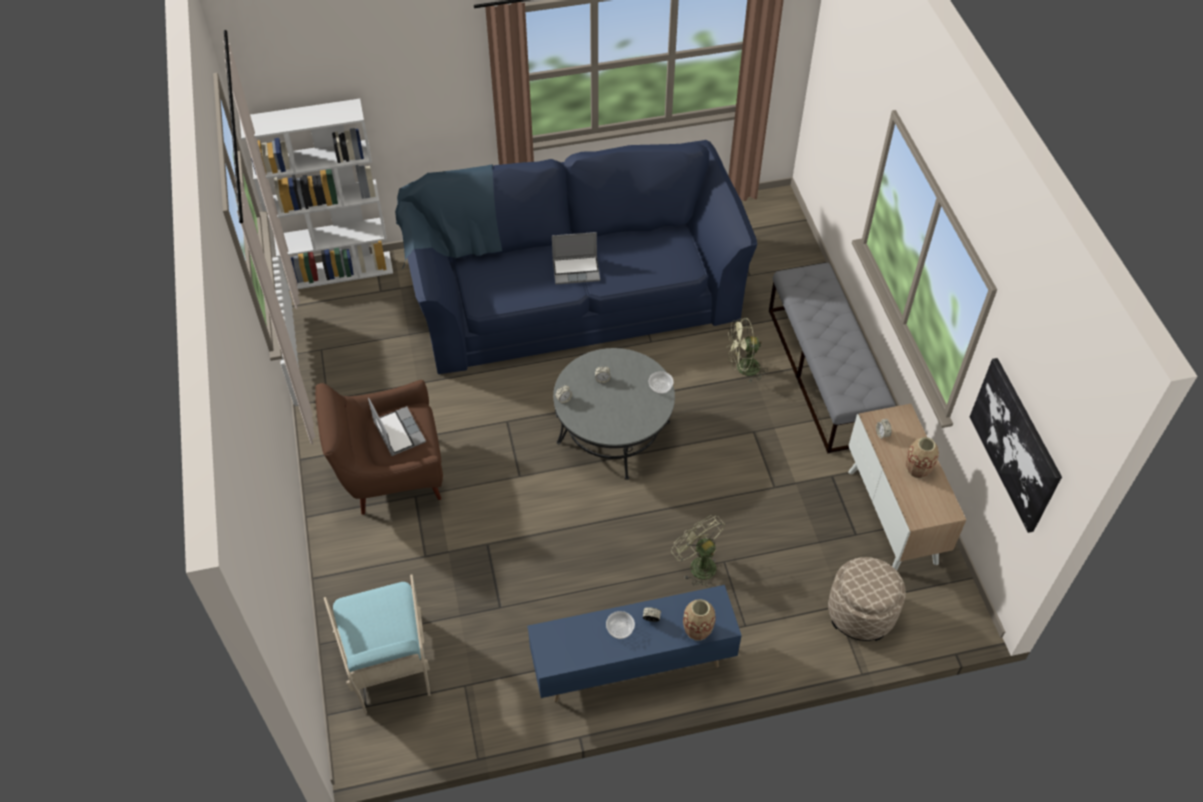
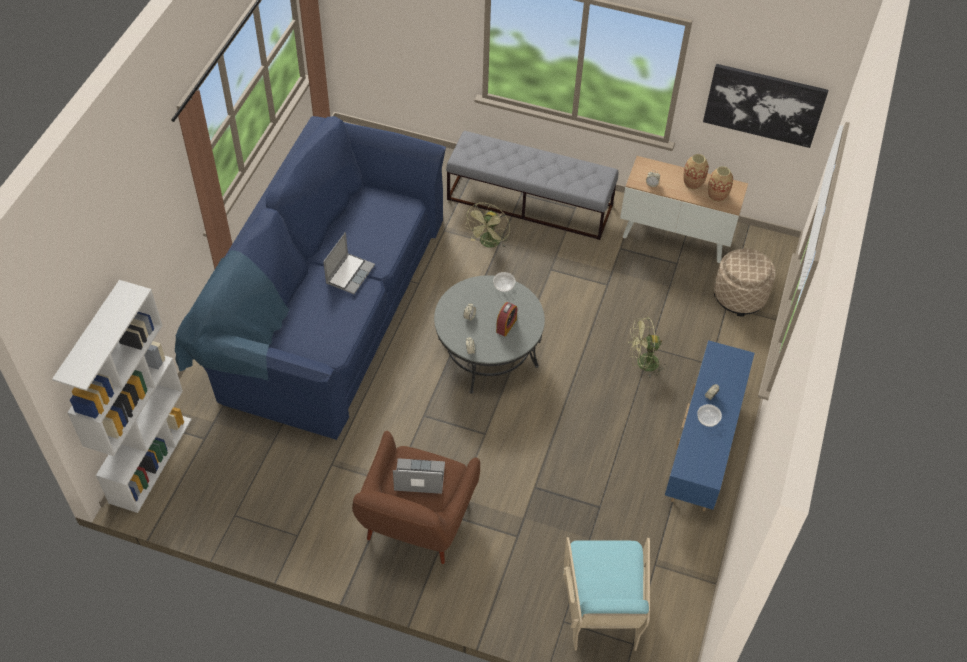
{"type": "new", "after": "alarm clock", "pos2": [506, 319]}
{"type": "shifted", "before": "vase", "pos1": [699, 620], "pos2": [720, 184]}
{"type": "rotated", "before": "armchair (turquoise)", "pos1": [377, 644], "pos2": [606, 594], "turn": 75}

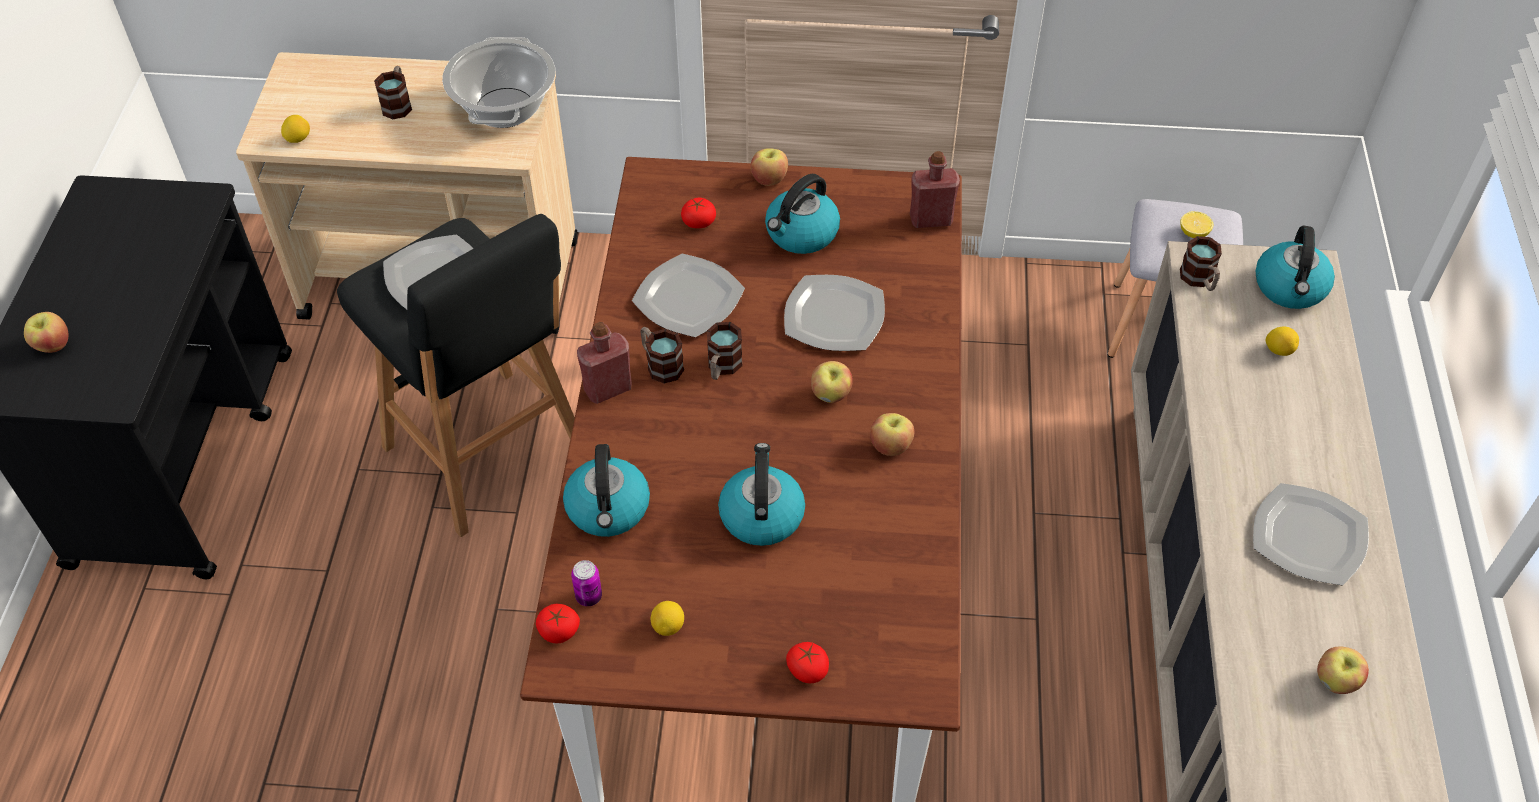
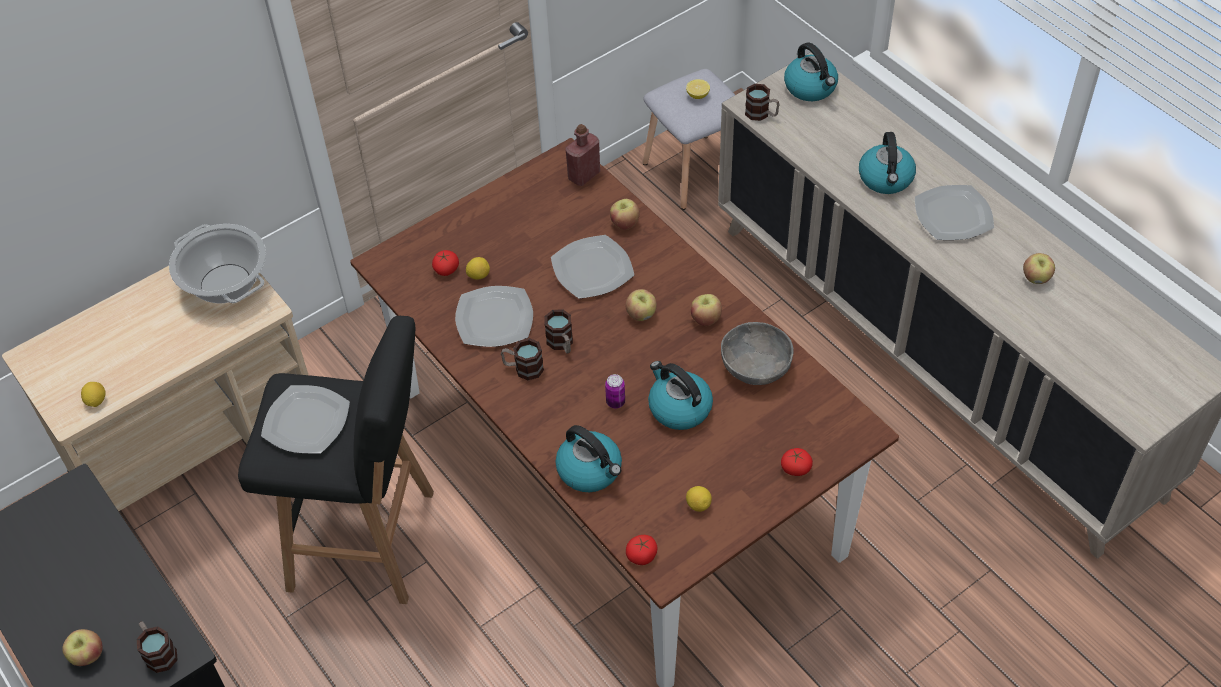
{"type": "gone", "before": "bottle (red)", "pos1": [604, 363]}
{"type": "new", "after": "bowl (grey)", "pos2": [757, 353]}
{"type": "shifted", "before": "mug", "pos1": [393, 92], "pos2": [157, 647]}
{"type": "shifted", "before": "can", "pos1": [586, 583], "pos2": [615, 391]}
{"type": "shifted", "before": "apple", "pos1": [769, 167], "pos2": [625, 214]}
{"type": "shifted", "before": "kettle", "pos1": [802, 214], "pos2": [887, 163]}
{"type": "shifted", "before": "lemon", "pos1": [1282, 341], "pos2": [478, 268]}

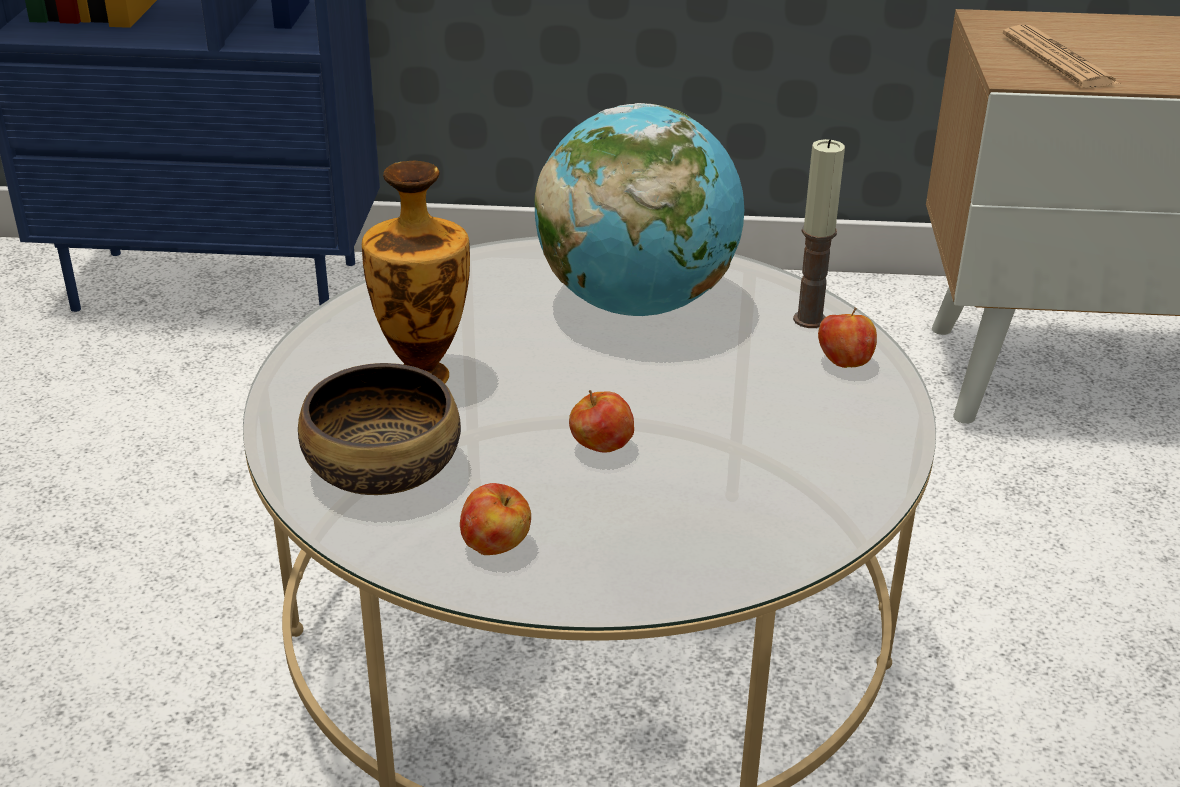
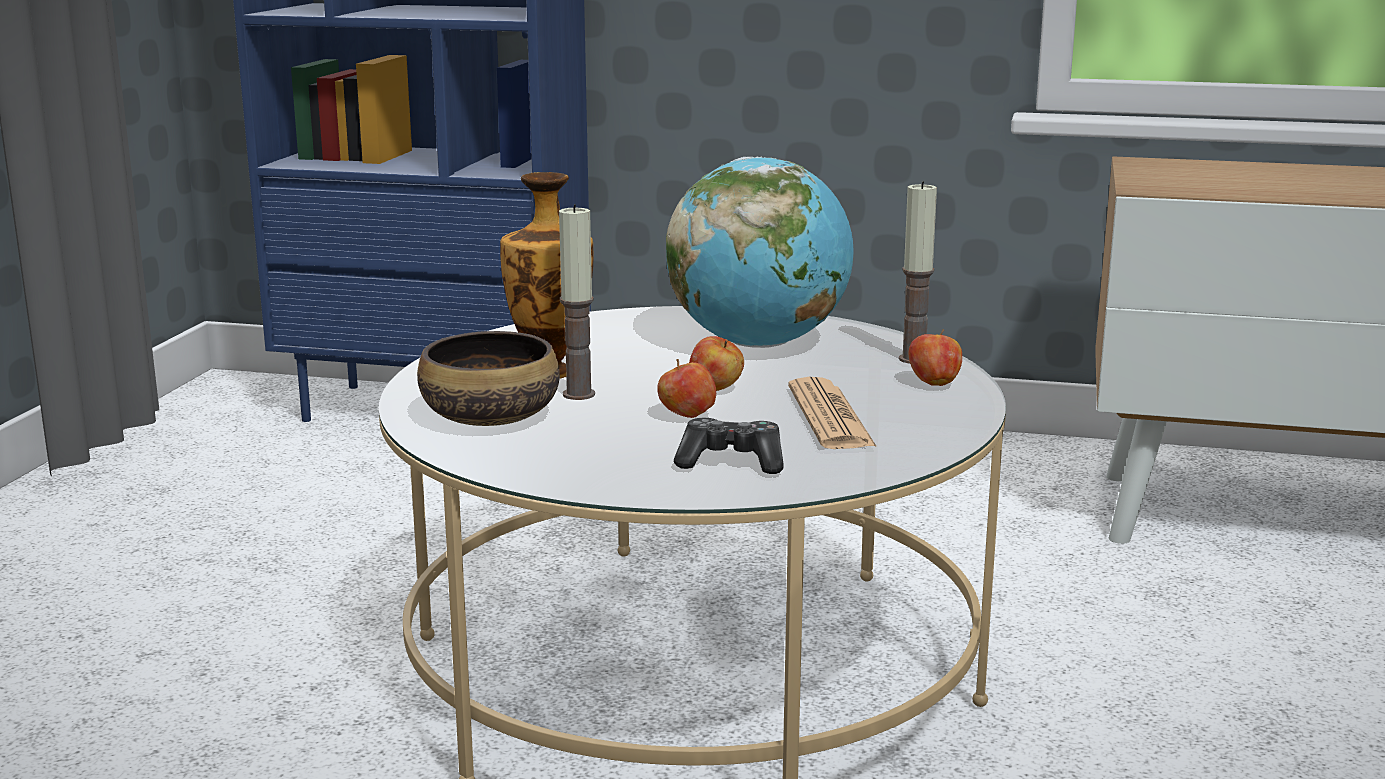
{"type": "new", "after": "candle", "pos2": [577, 302]}
{"type": "new", "after": "game controller", "pos2": [729, 446]}
{"type": "shifted", "before": "apple", "pos1": [495, 519], "pos2": [716, 363]}
{"type": "shifted", "before": "newspaper", "pos1": [1061, 56], "pos2": [832, 413]}

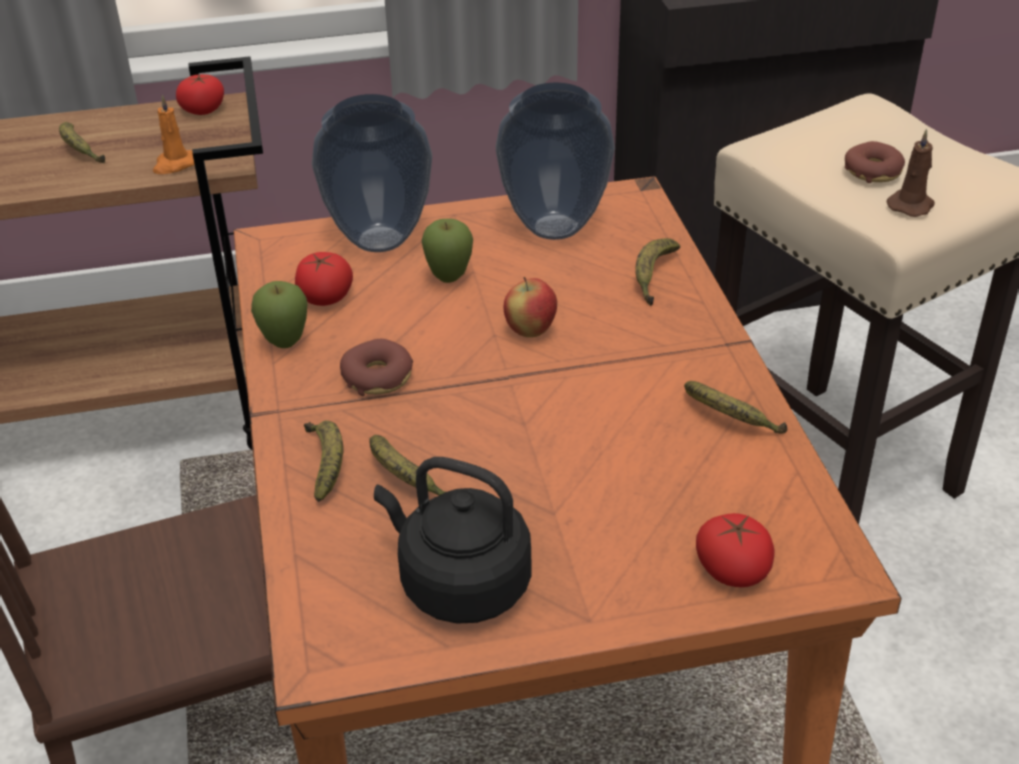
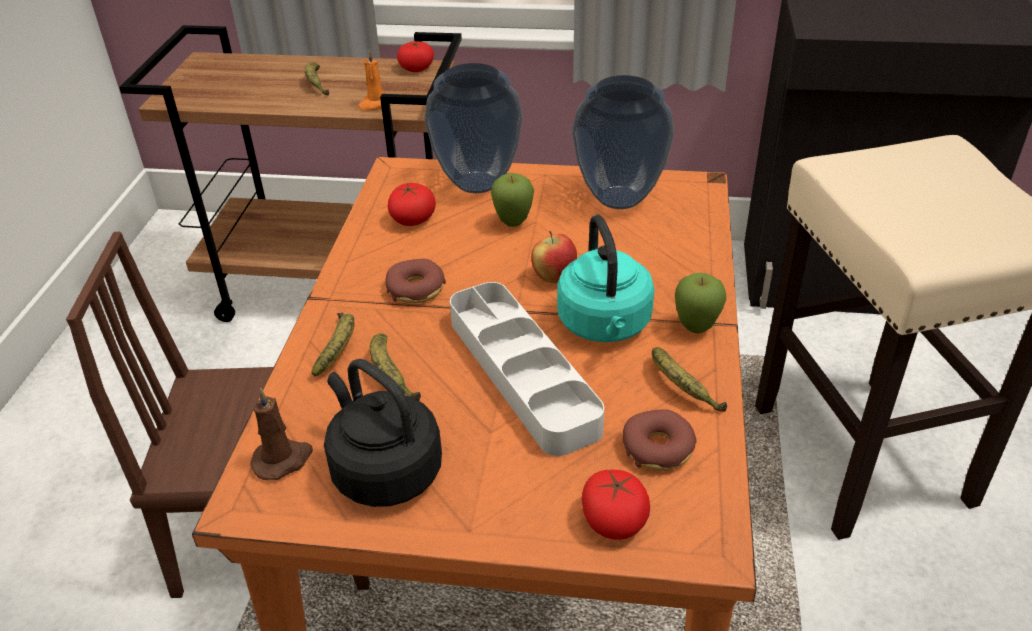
{"type": "gone", "before": "banana", "pos1": [657, 272]}
{"type": "new", "after": "tray (grey)", "pos2": [527, 369]}
{"type": "new", "after": "kettle (turquoise)", "pos2": [605, 278]}
{"type": "shifted", "before": "apple", "pos1": [279, 314], "pos2": [700, 302]}
{"type": "shifted", "before": "donut", "pos1": [875, 162], "pos2": [659, 439]}
{"type": "shifted", "before": "candle (brown)", "pos1": [911, 173], "pos2": [281, 434]}

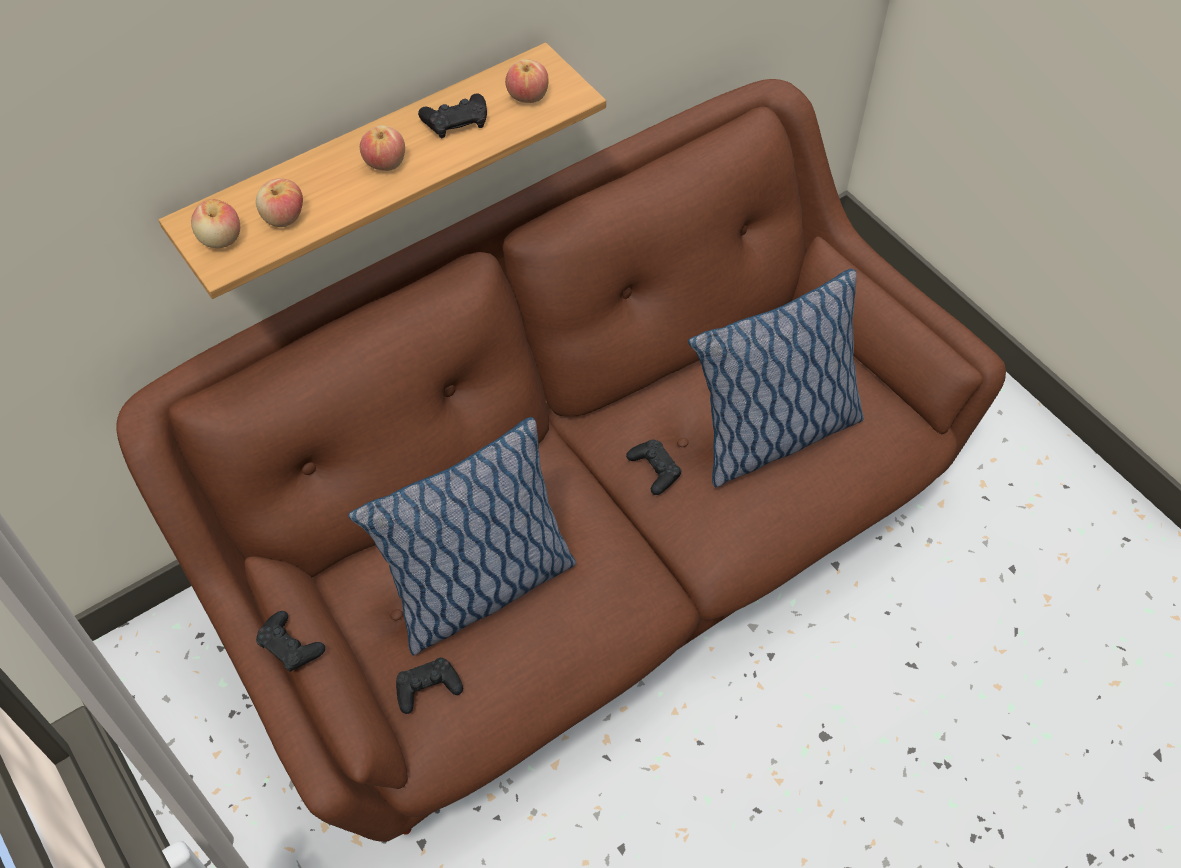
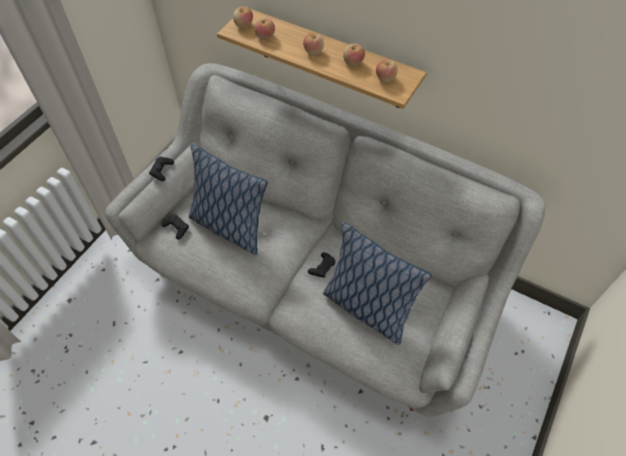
{"type": "swapped", "before": "game controller (black)", "after": "apple", "pos1": [452, 116], "pos2": [354, 55]}
{"type": "repainted", "before": "sofa (brown)", "after": "sofa (grey)", "pos1": [561, 460], "pos2": [325, 240]}

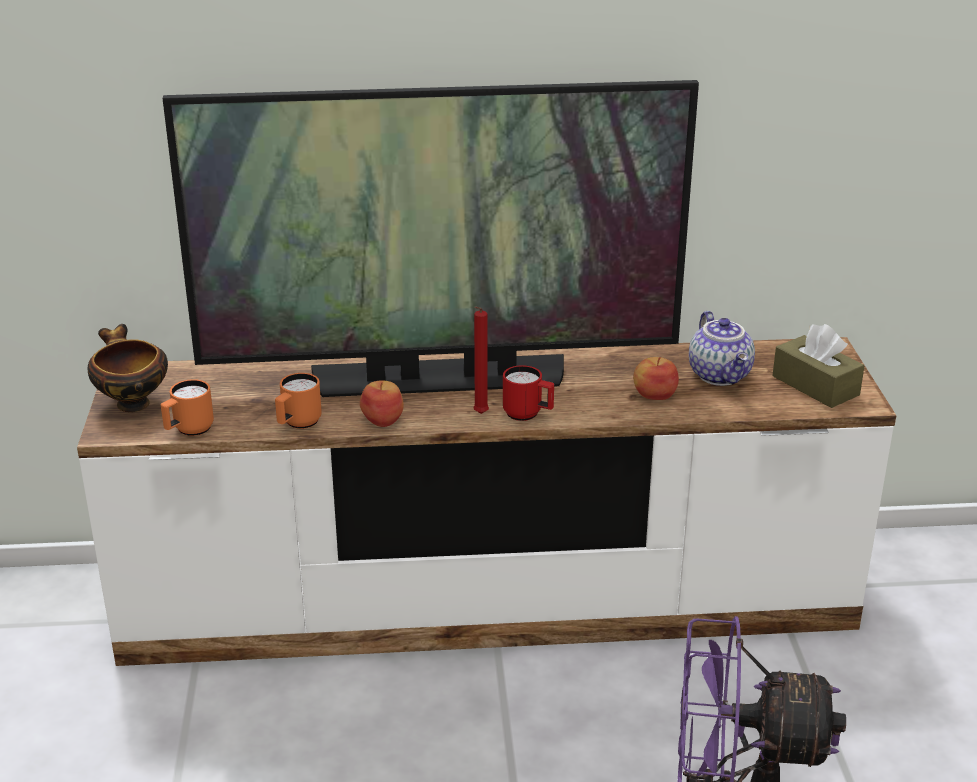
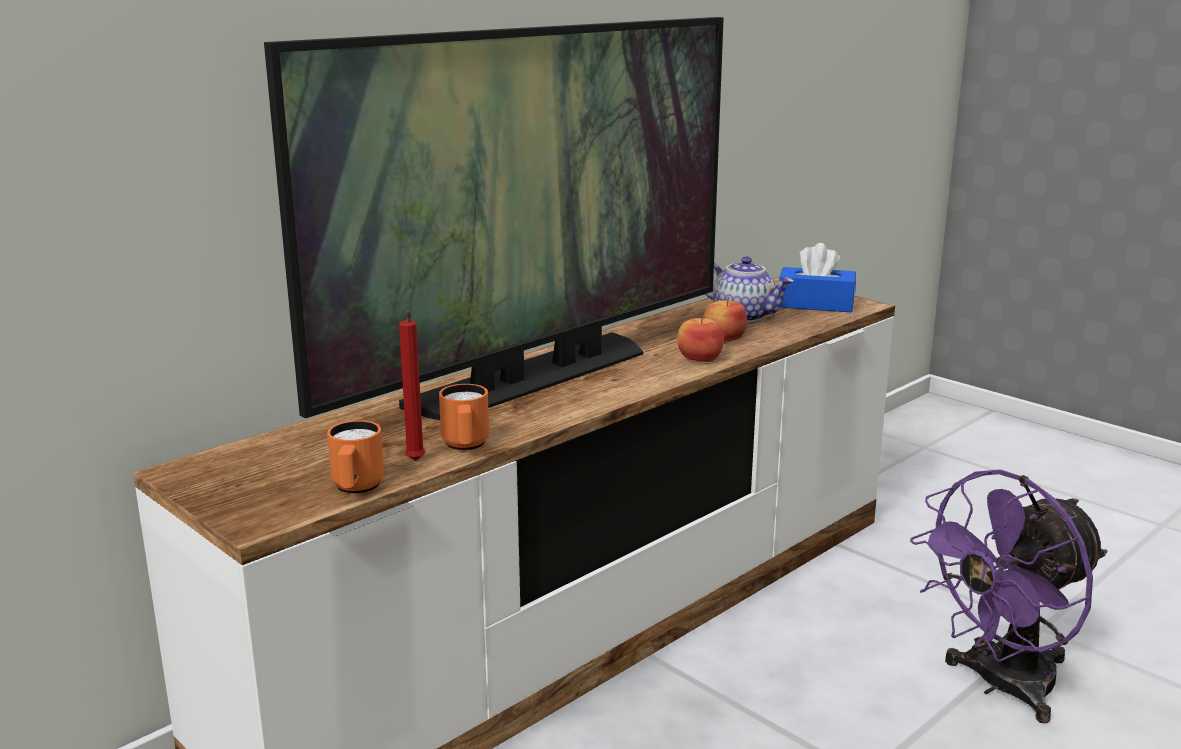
{"type": "gone", "before": "bowl", "pos1": [128, 368]}
{"type": "gone", "before": "mug (red)", "pos1": [528, 393]}
{"type": "shifted", "before": "apple", "pos1": [382, 403], "pos2": [700, 338]}
{"type": "shifted", "before": "candle (red)", "pos1": [481, 360], "pos2": [412, 386]}
{"type": "repainted", "before": "tissue box (brown)", "after": "tissue box (blue)", "pos1": [818, 366], "pos2": [817, 278]}

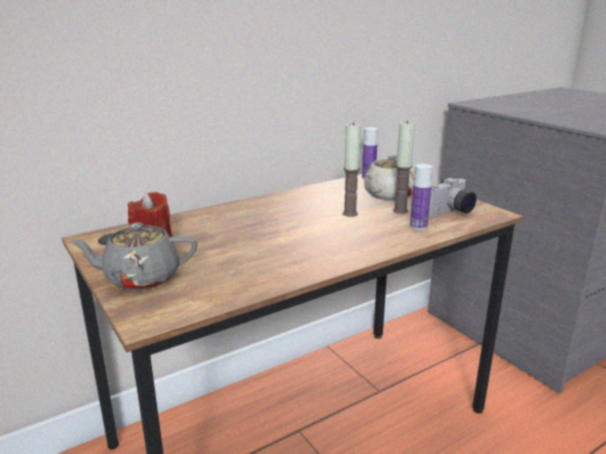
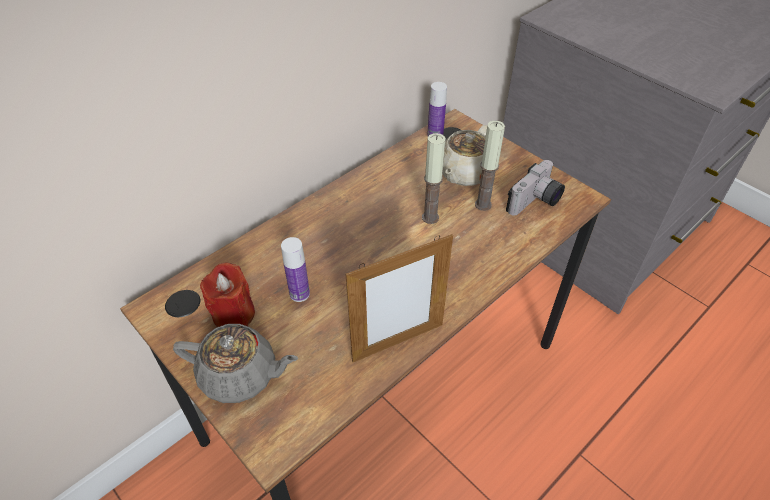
{"type": "new", "after": "picture frame", "pos2": [399, 298]}
{"type": "shifted", "before": "bottle", "pos1": [421, 197], "pos2": [295, 269]}
{"type": "rotated", "before": "teapot (grey)", "pos1": [133, 256], "pos2": [235, 363], "turn": -150}

